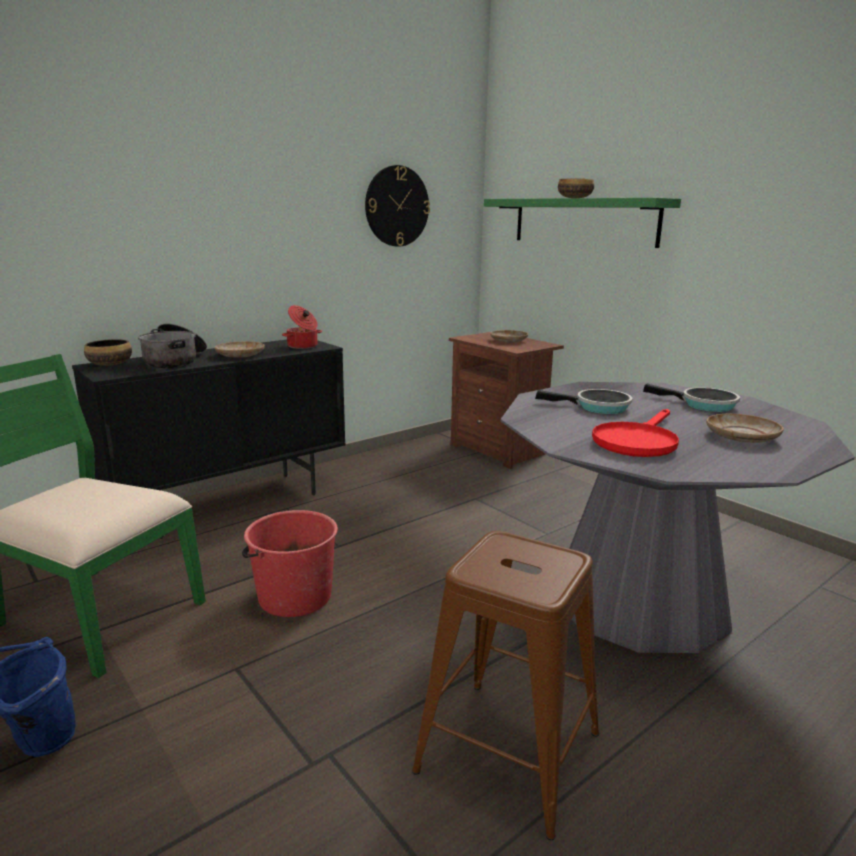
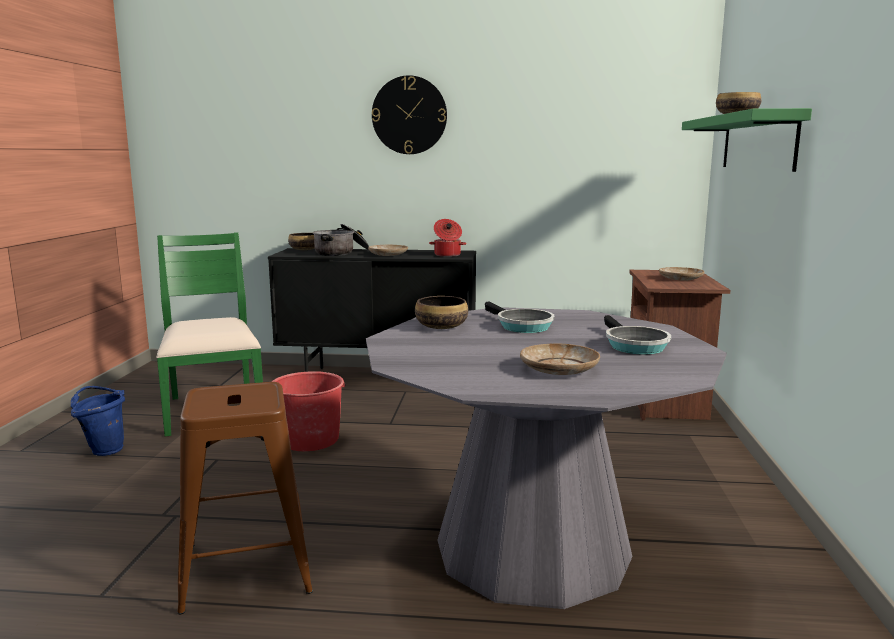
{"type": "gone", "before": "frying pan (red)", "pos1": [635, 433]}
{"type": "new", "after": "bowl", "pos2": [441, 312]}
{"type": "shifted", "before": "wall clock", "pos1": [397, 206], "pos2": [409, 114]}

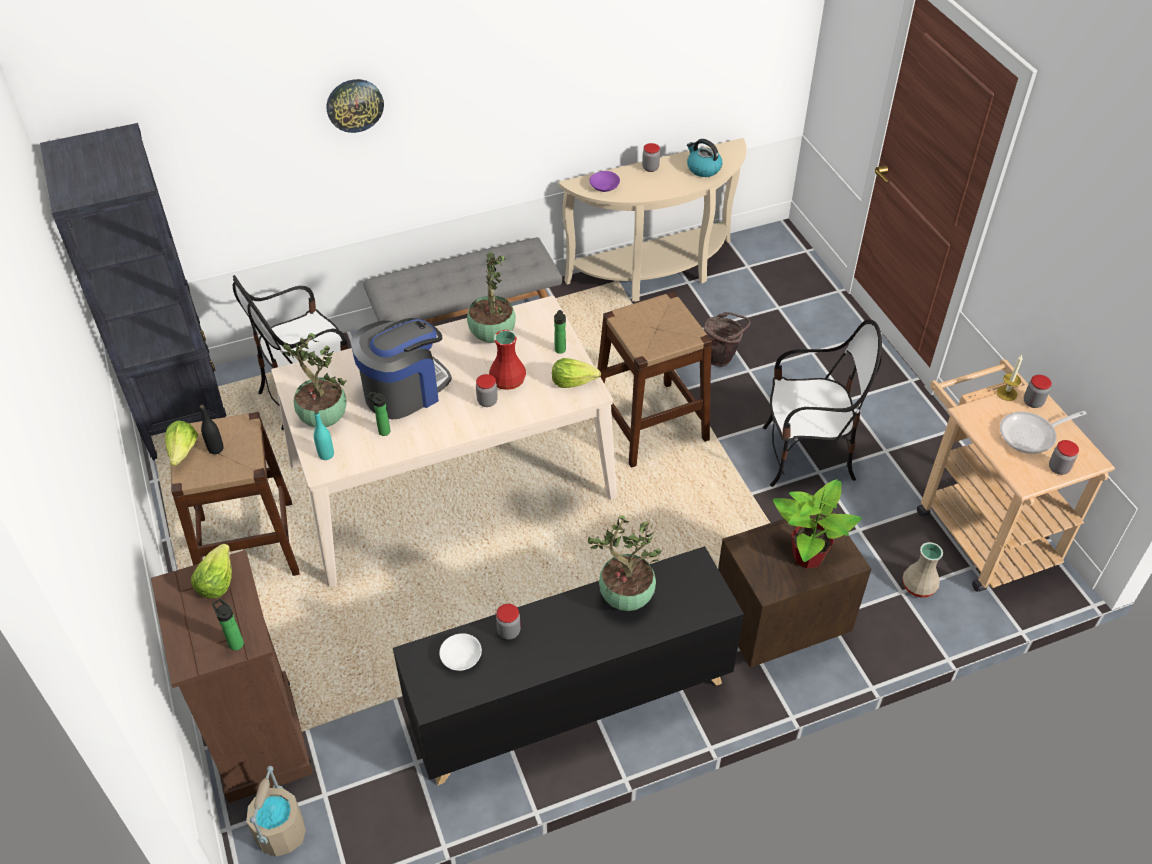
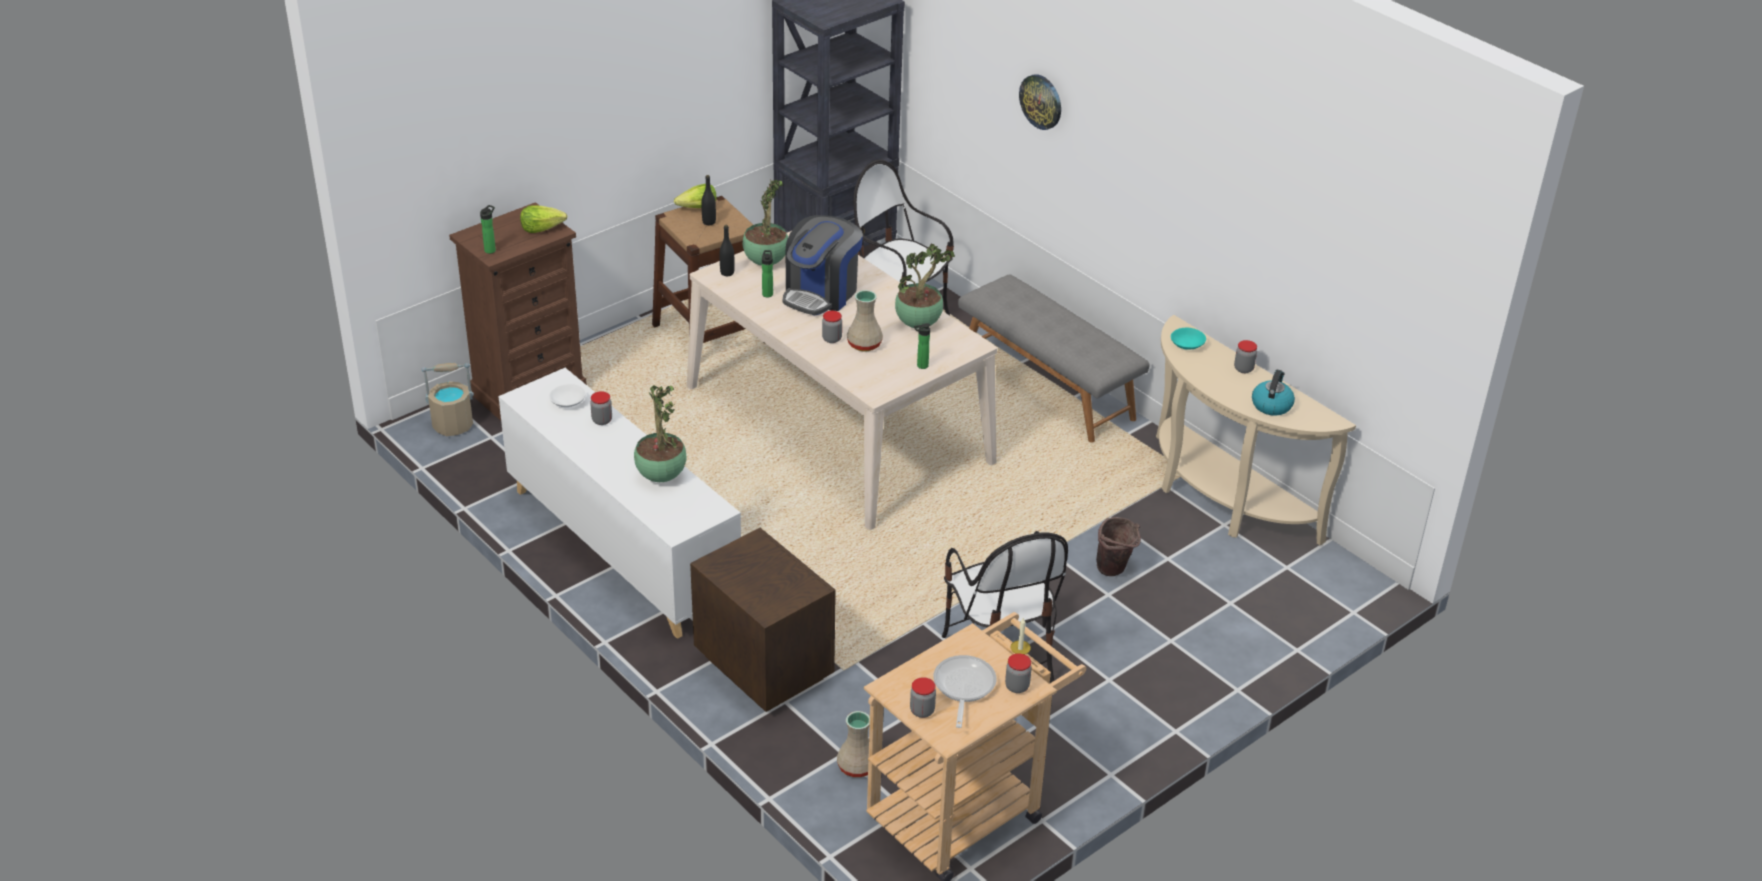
{"type": "gone", "before": "lettuce", "pos1": [576, 373]}
{"type": "gone", "before": "stool (brown)", "pos1": [654, 380]}
{"type": "gone", "before": "potted plant", "pos1": [817, 524]}
{"type": "repainted", "before": "bottle (turquoise)", "after": "bottle (black)", "pos1": [324, 435], "pos2": [726, 250]}
{"type": "repainted", "before": "cabinet (black)", "after": "cabinet (white)", "pos1": [568, 665], "pos2": [619, 503]}
{"type": "repainted", "before": "vase (red)", "after": "vase (beige)", "pos1": [507, 360], "pos2": [865, 320]}
{"type": "repainted", "before": "bowl (purple)", "after": "bowl (turquoise)", "pos1": [604, 181], "pos2": [1188, 338]}
{"type": "rotated", "before": "coffee machine", "pos1": [401, 368], "pos2": [823, 265], "turn": 90}
{"type": "rotated", "before": "frying pan", "pos1": [1043, 432], "pos2": [965, 691], "turn": 45}

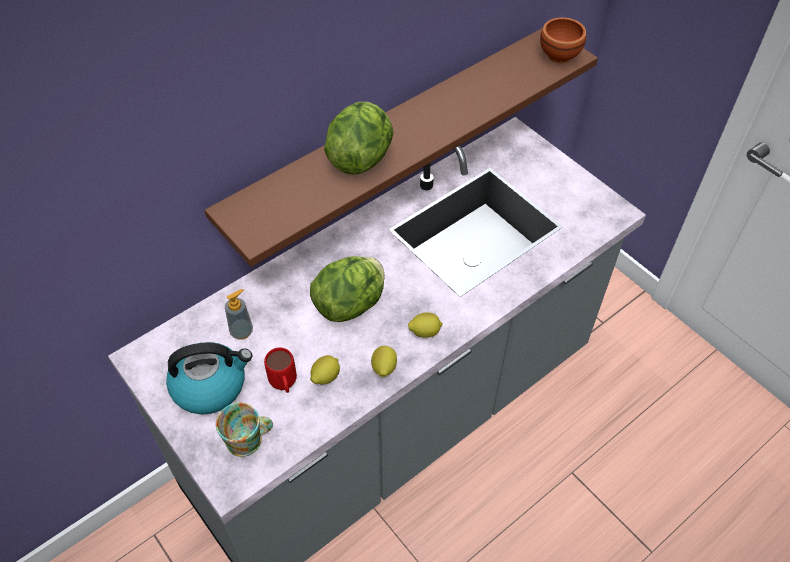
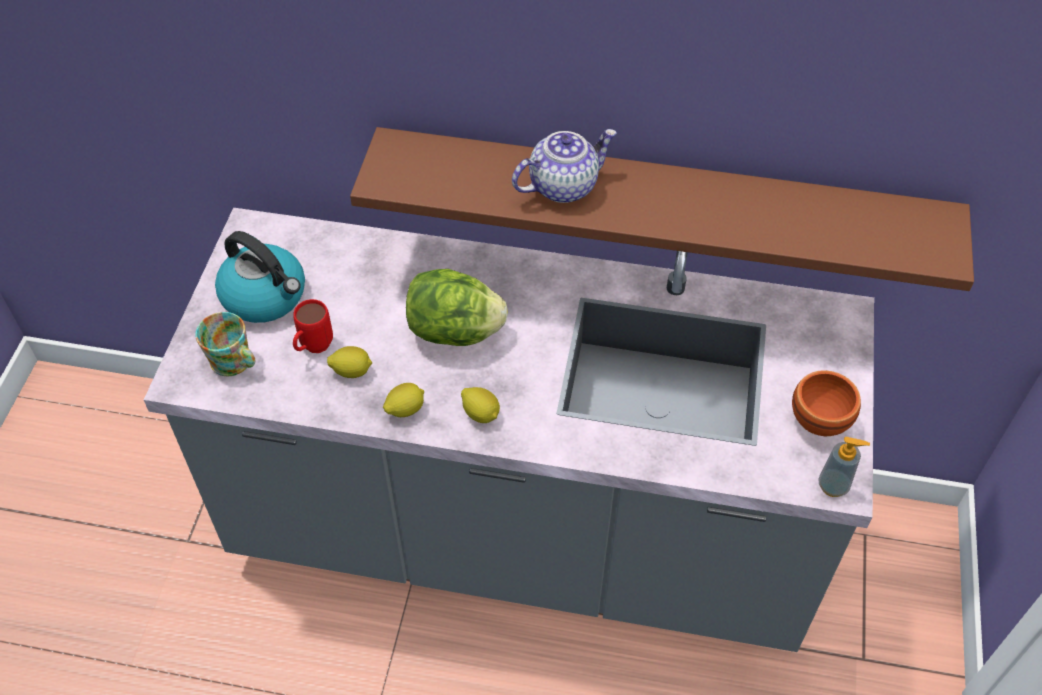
{"type": "shifted", "before": "soap dispenser", "pos1": [239, 314], "pos2": [844, 467]}
{"type": "shifted", "before": "bowl (brown)", "pos1": [563, 40], "pos2": [826, 403]}
{"type": "swapped", "before": "lettuce", "after": "teapot", "pos1": [358, 138], "pos2": [564, 166]}

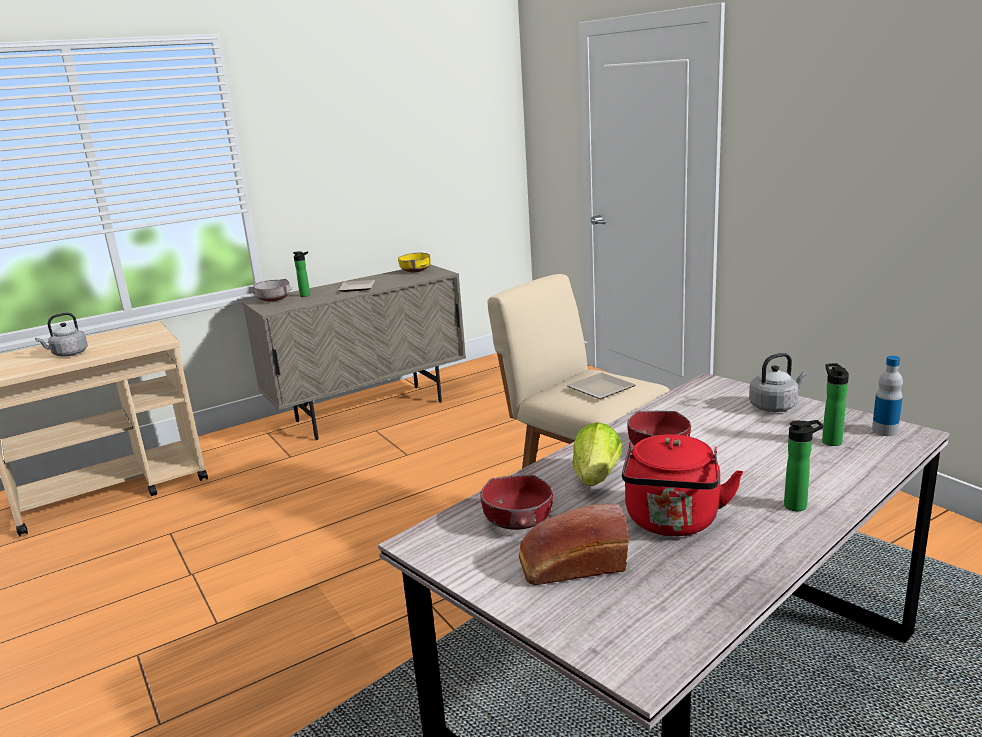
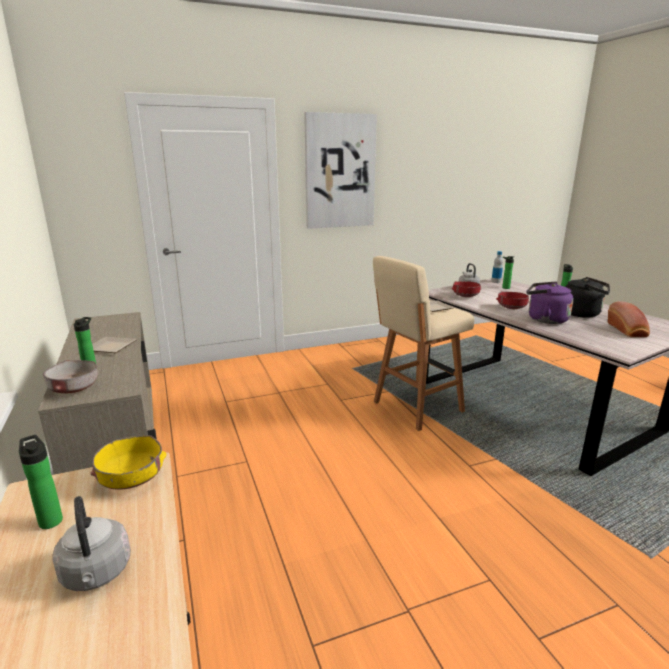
{"type": "new", "after": "bottle", "pos2": [41, 482]}
{"type": "new", "after": "picture", "pos2": [340, 170]}
{"type": "shifted", "before": "bowl (yellow)", "pos1": [414, 263], "pos2": [128, 462]}
{"type": "shifted", "before": "bowl (red)", "pos1": [516, 502], "pos2": [466, 289]}
{"type": "swapped", "before": "lettuce", "after": "kettle (purple)", "pos1": [597, 454], "pos2": [550, 303]}
{"type": "repainted", "before": "kettle (red)", "after": "kettle (black)", "pos1": [682, 485], "pos2": [587, 297]}

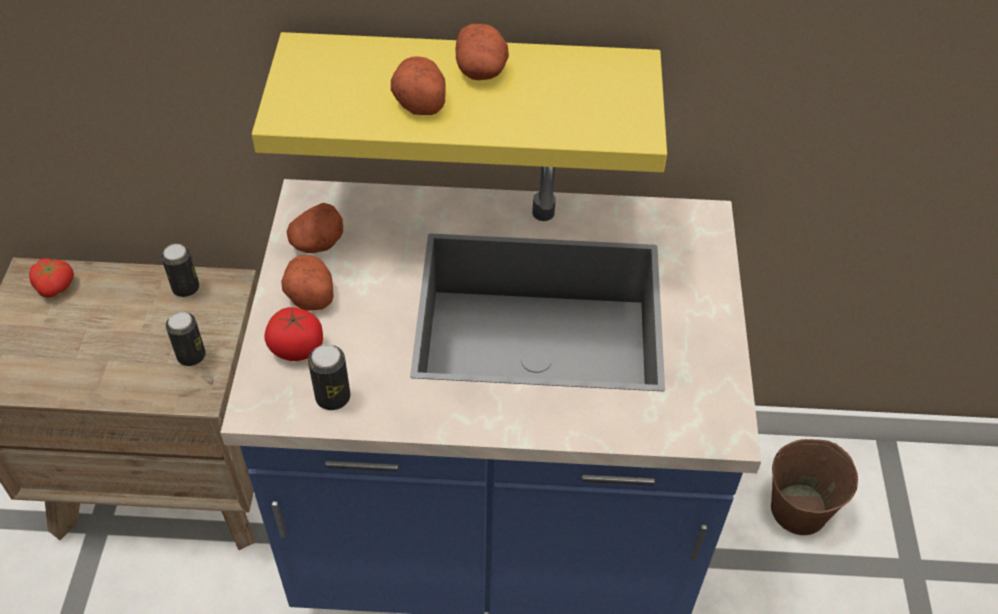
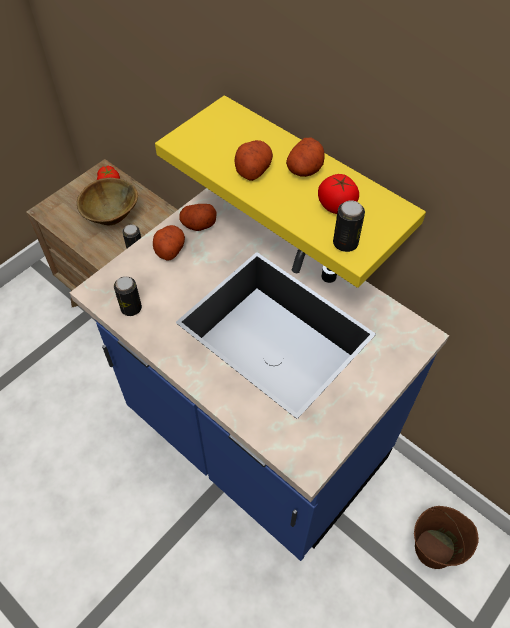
{"type": "new", "after": "bowl (brown)", "pos2": [107, 201]}
{"type": "shifted", "before": "can", "pos1": [180, 270], "pos2": [349, 226]}
{"type": "shifted", "before": "tomato", "pos1": [293, 334], "pos2": [338, 194]}

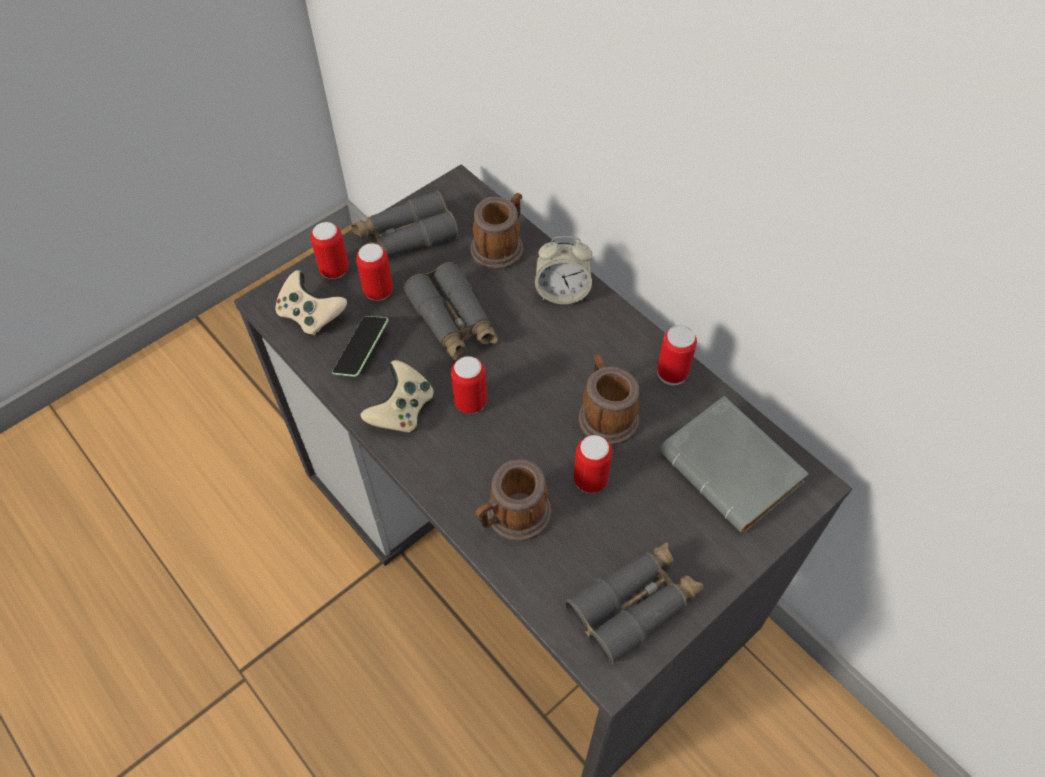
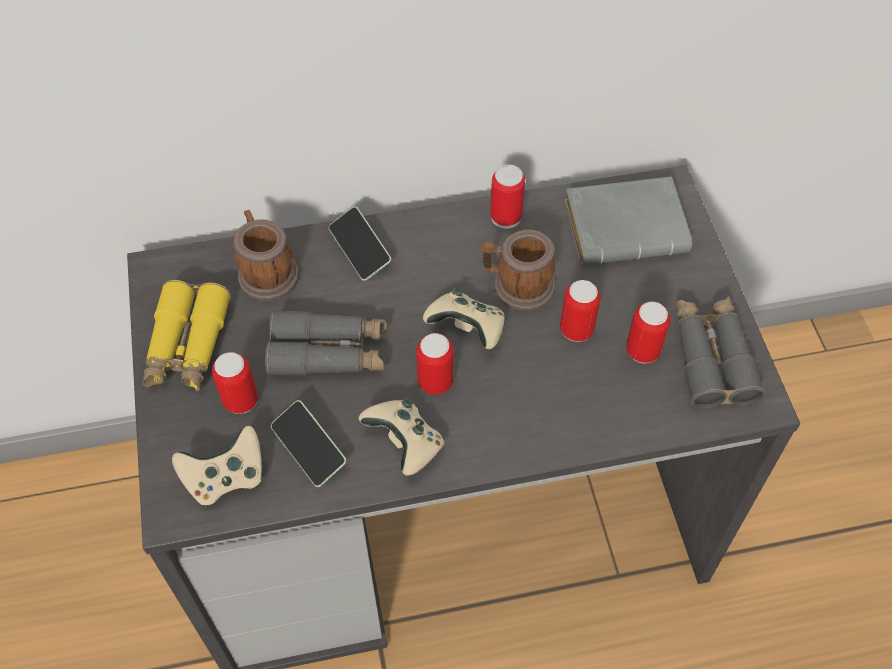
{"type": "gone", "before": "mug", "pos1": [513, 500]}
{"type": "new", "after": "game controller (beige)", "pos2": [464, 318]}
{"type": "shifted", "before": "can", "pos1": [329, 250], "pos2": [648, 332]}
{"type": "swapped", "before": "alarm clock", "after": "phone", "pos1": [564, 270], "pos2": [360, 244]}
{"type": "repainted", "before": "binoculars (grey)", "after": "binoculars (yellow)", "pos1": [405, 223], "pos2": [186, 335]}

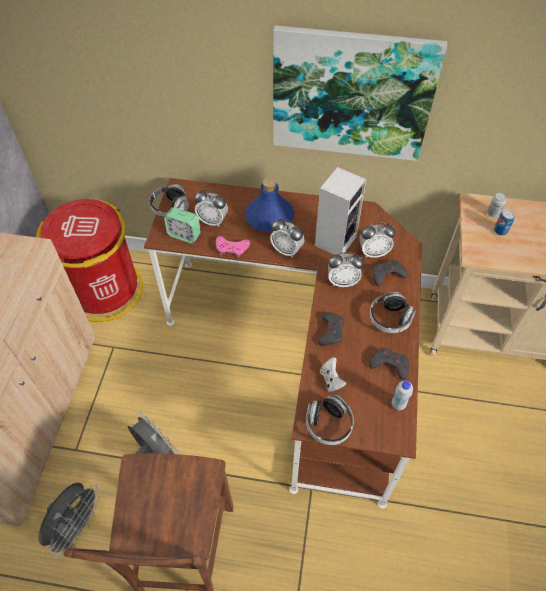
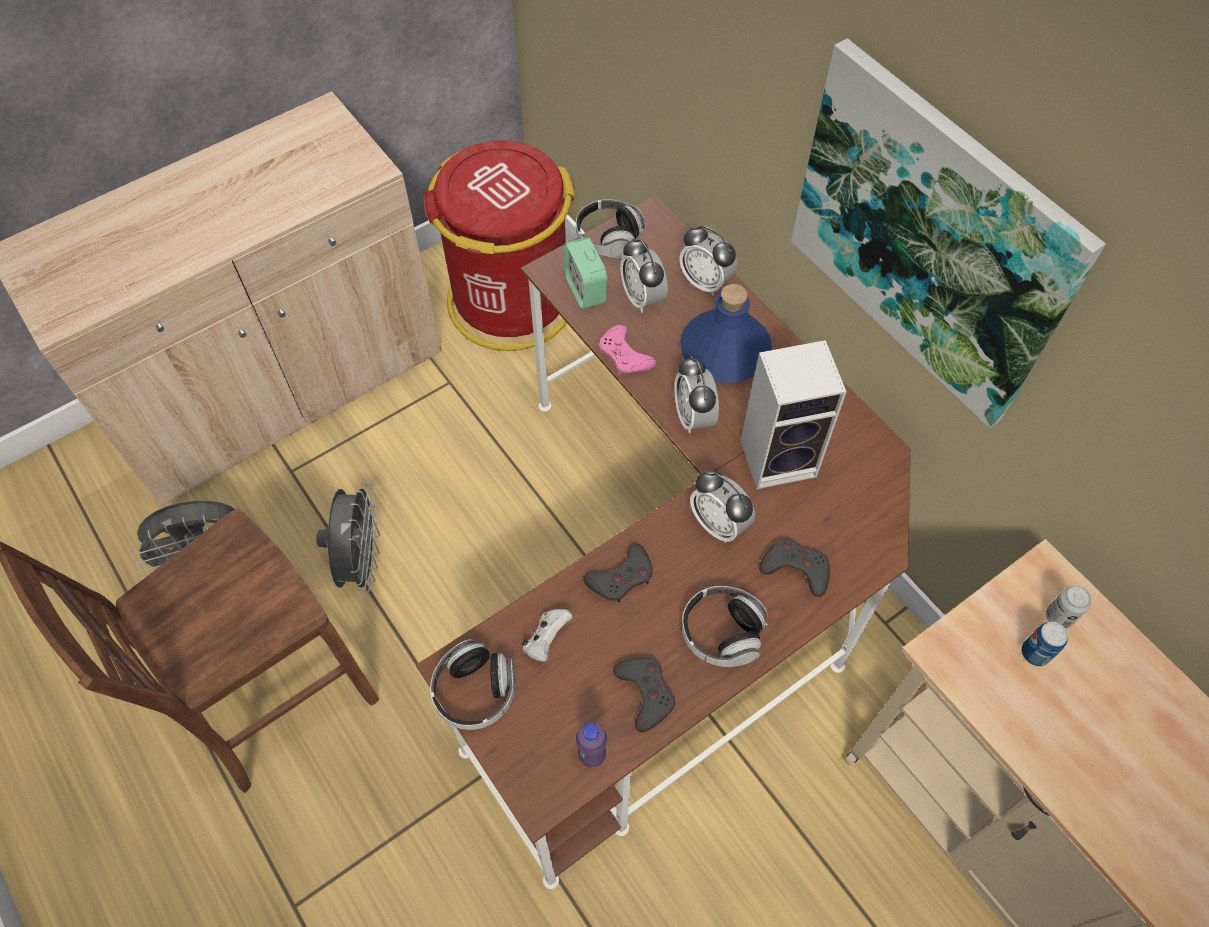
{"type": "shifted", "before": "alarm clock", "pos1": [377, 240], "pos2": [708, 261]}
{"type": "repainted", "before": "bottle (white)", "after": "bottle (purple)", "pos1": [402, 396], "pos2": [591, 744]}

